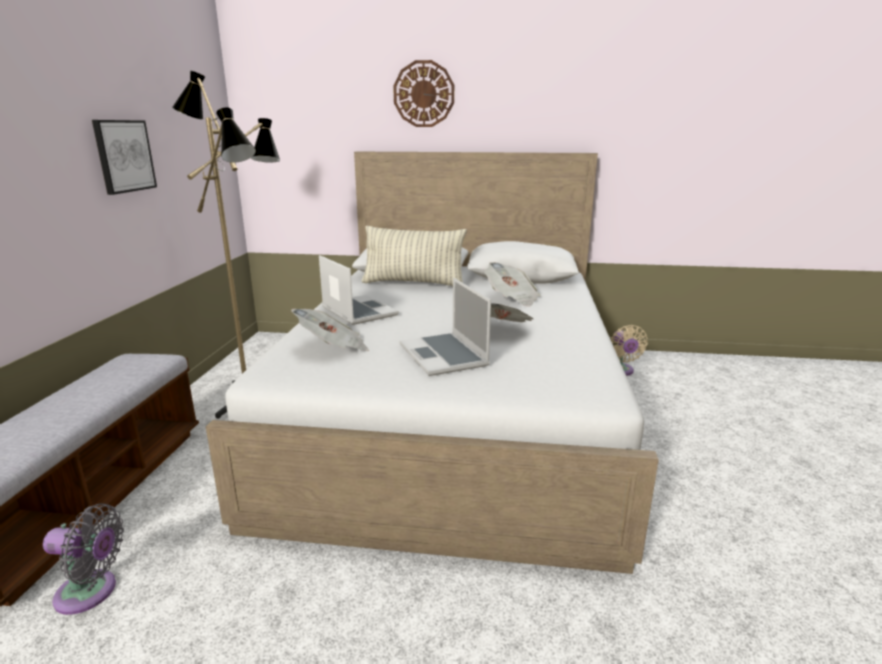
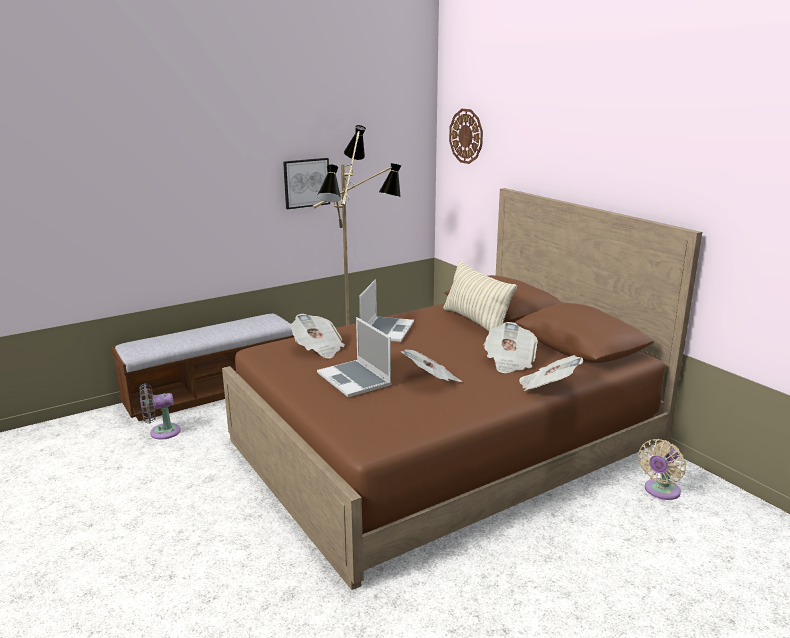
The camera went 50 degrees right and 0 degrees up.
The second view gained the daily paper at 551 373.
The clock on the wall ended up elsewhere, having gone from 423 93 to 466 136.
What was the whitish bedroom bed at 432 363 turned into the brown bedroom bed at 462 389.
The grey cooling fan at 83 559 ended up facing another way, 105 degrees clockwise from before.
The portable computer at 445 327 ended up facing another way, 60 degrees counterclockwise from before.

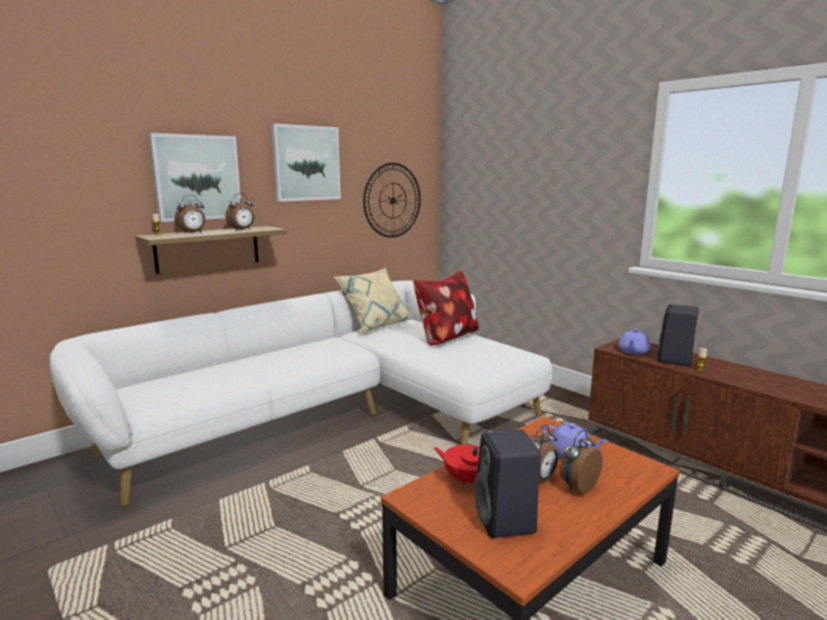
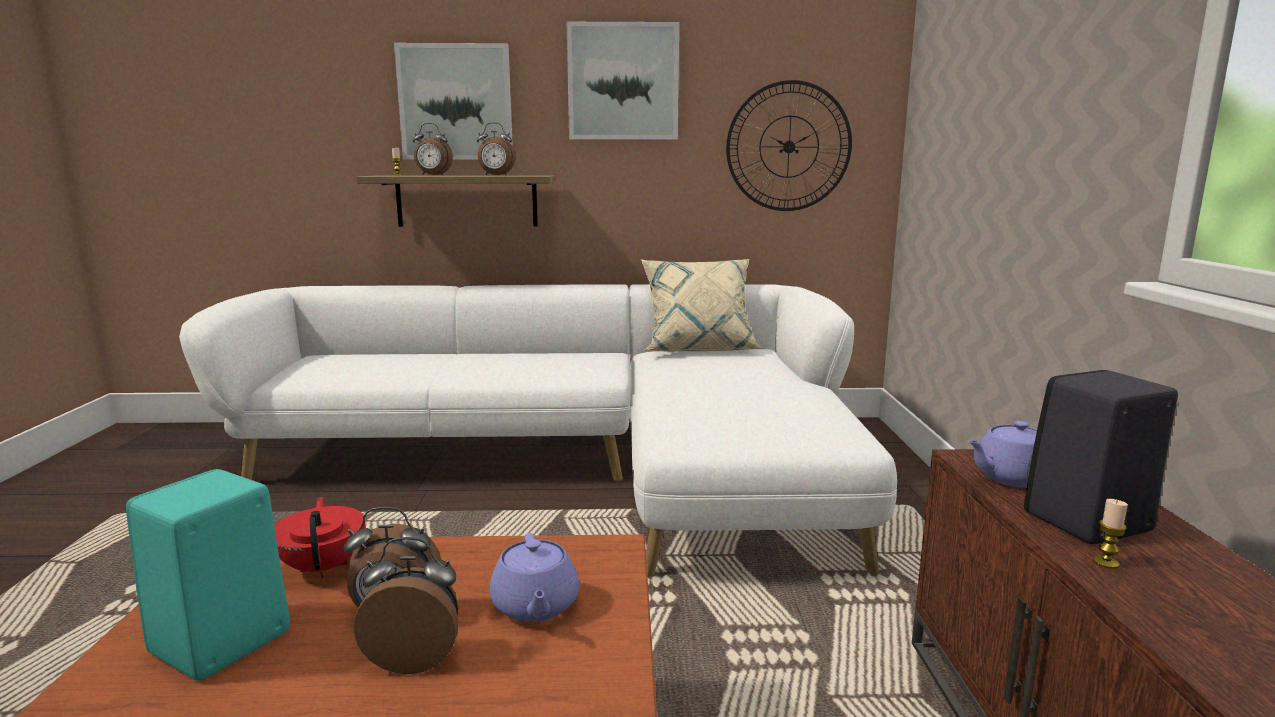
The camera went 40 degrees right and 0 degrees up.
The second view lost the throw pillow at 446 308.
What was the black audio speaker at 508 484 turned into the turquoise audio speaker at 208 575.

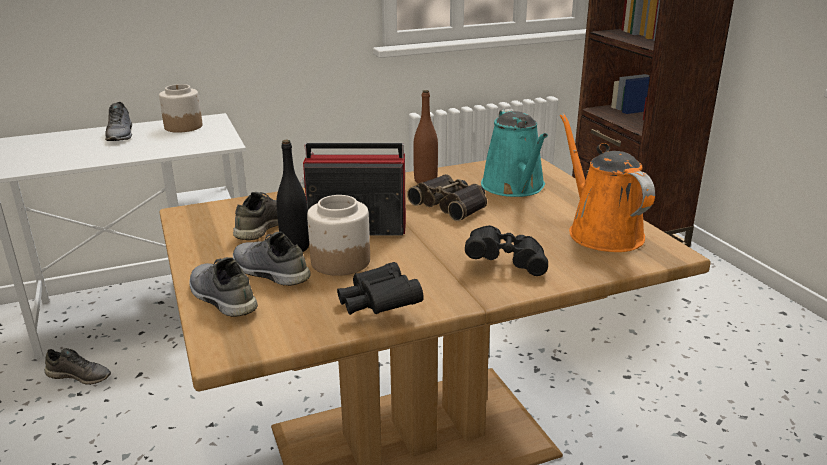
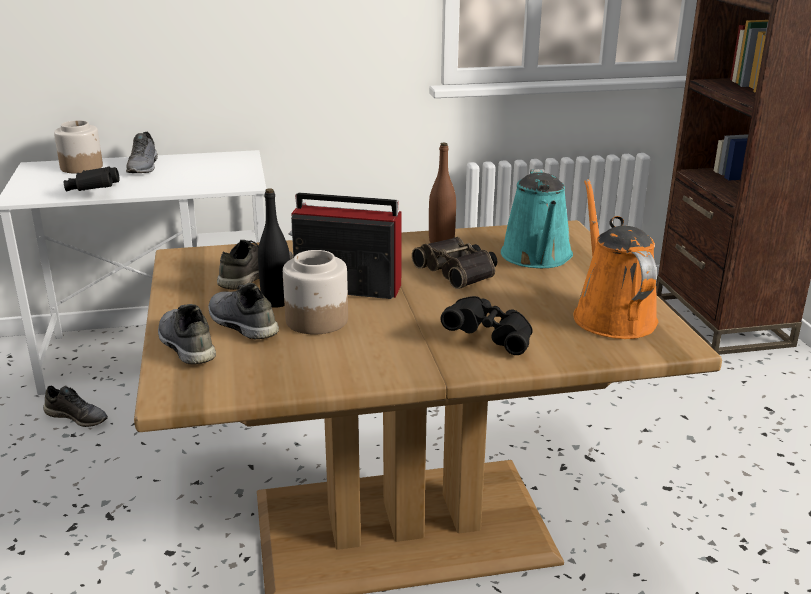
The camera went 10 degrees right and 0 degrees up.
The preserve jar ended up elsewhere, having gone from 181 108 to 78 147.
The black pair of binoculars ended up elsewhere, having gone from 380 288 to 91 179.

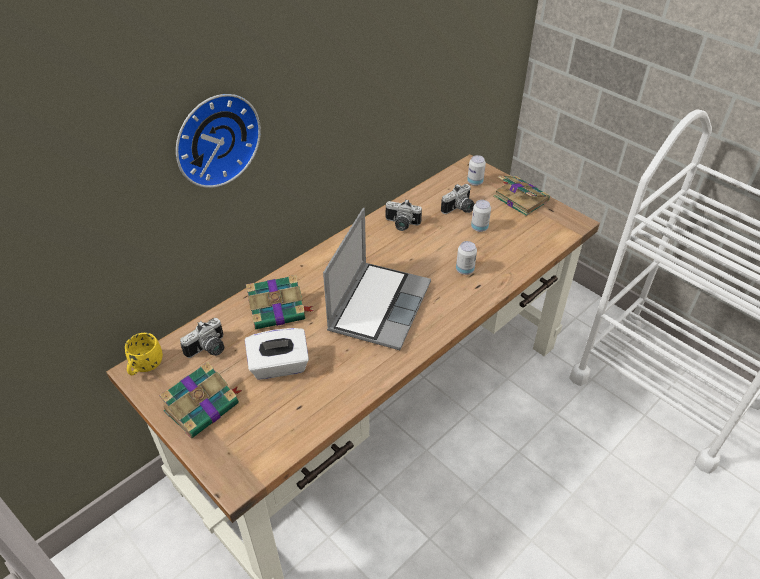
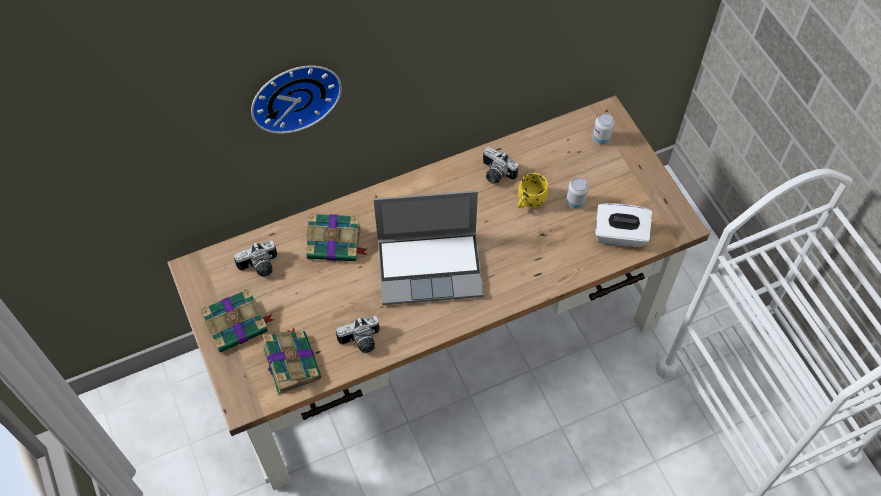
The camera went 20 degrees right and 15 degrees up.
The second view lost the metal can at 466 258.
The yellow mug ended up elsewhere, having gone from 144 354 to 533 190.
The whitish tissue box ended up elsewhere, having gone from 277 354 to 623 225.
The photo camera ended up elsewhere, having gone from 458 199 to 358 334.
The bound book ended up elsewhere, having gone from 521 196 to 292 361.
The portable computer at 377 279 ended up facing another way, 45 degrees clockwise from before.

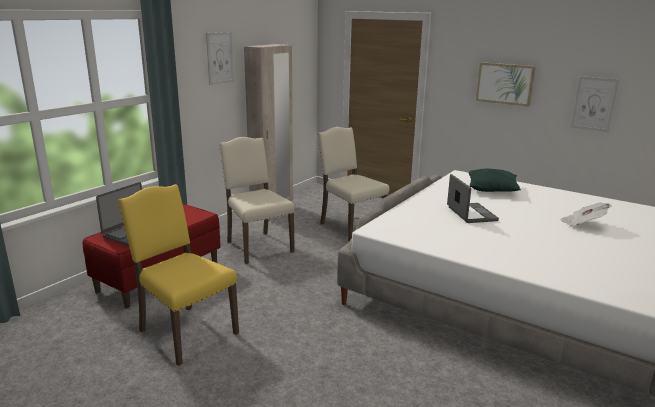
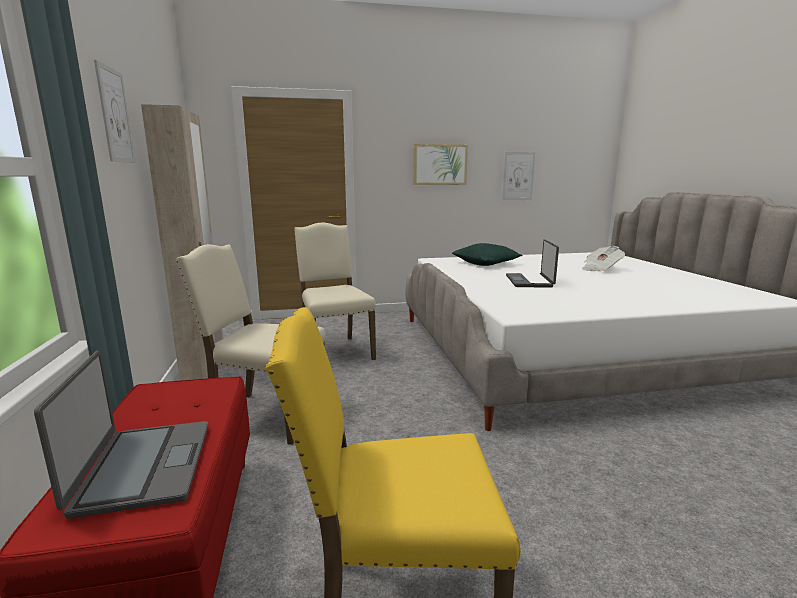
The camera went 45 degrees left and 5 degrees down.
The beige-coloured upright chair at 353 184 ended up facing another way, 60 degrees clockwise from before.
The portable computer at 473 198 ended up facing another way, 120 degrees counterclockwise from before.

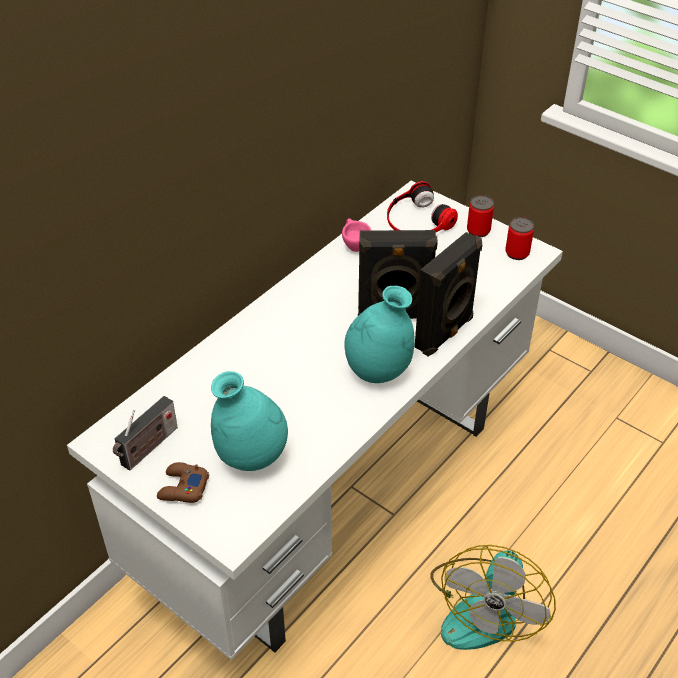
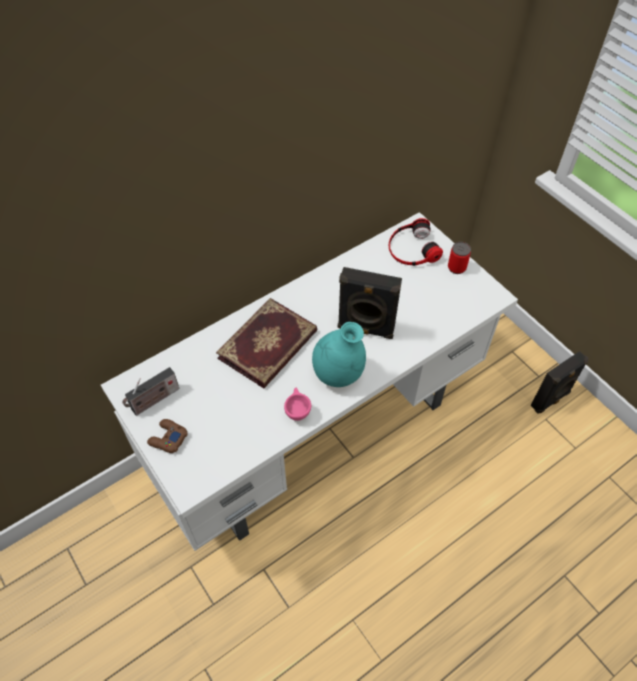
The camera went 15 degrees right and 10 degrees up.
The second view lost the turquoise flower vase at 249 421.
The second view lost the cooling fan at 493 597.
The second view lost the metal can at 519 238.
The second view gained the bound book at 267 343.
The pinkish small cup ended up elsewhere, having gone from 357 235 to 297 404.
The black audio speaker ended up elsewhere, having gone from 448 294 to 560 382.

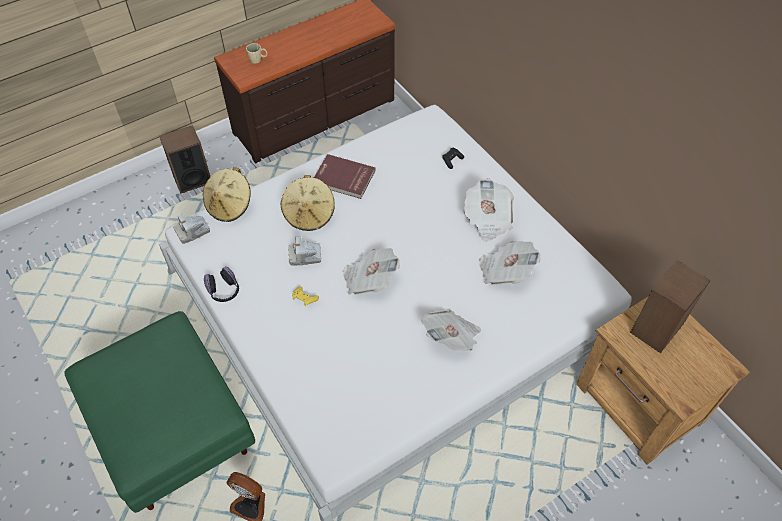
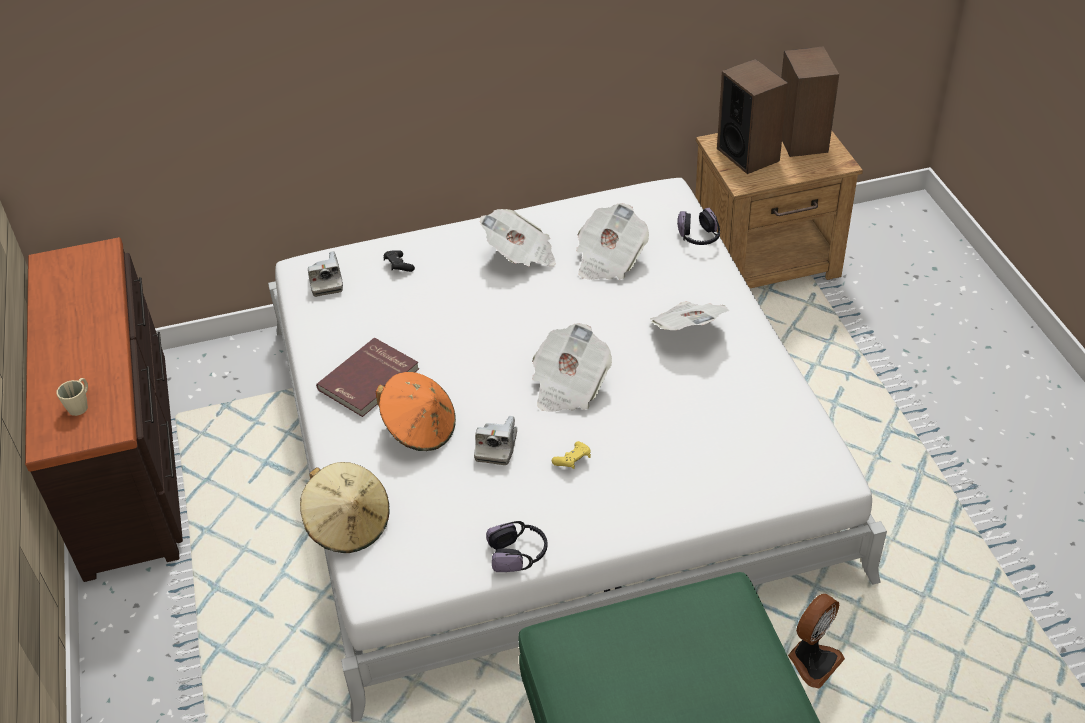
The camera went 70 degrees left and 10 degrees down.
The second view gained the headphones at 698 226.
The audio speaker ended up elsewhere, having gone from 184 159 to 810 101.
The photo camera ended up elsewhere, having gone from 191 229 to 325 274.
What was the beige-coloured clothing hat at 308 203 turned into the orangey clothing hat at 416 411.

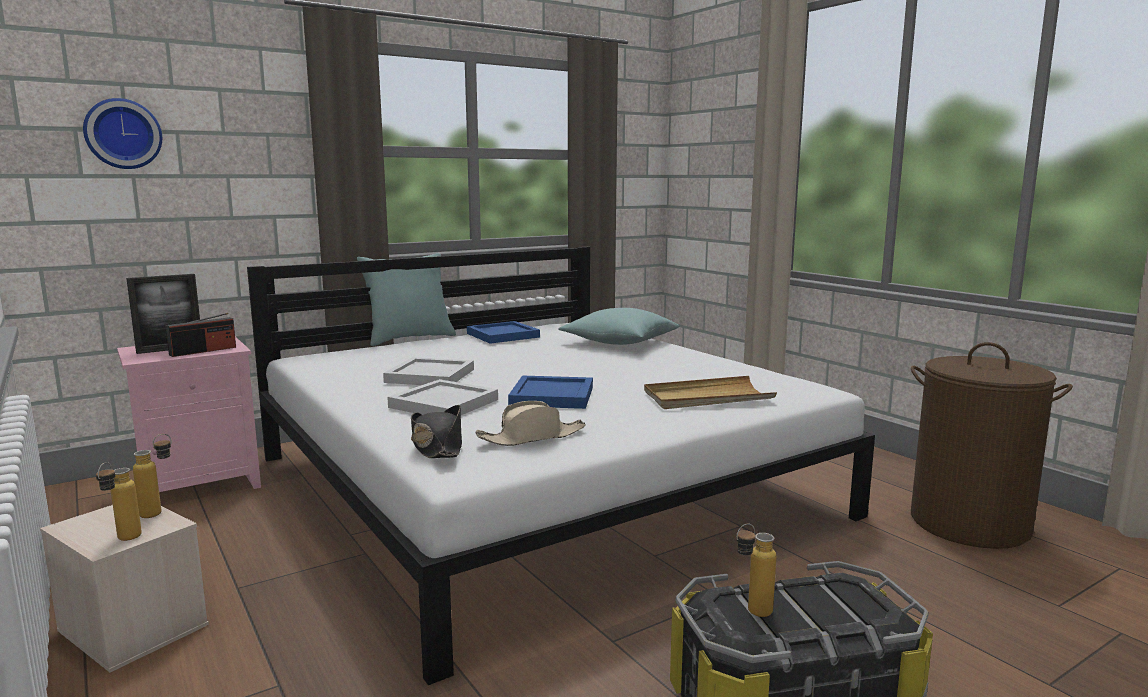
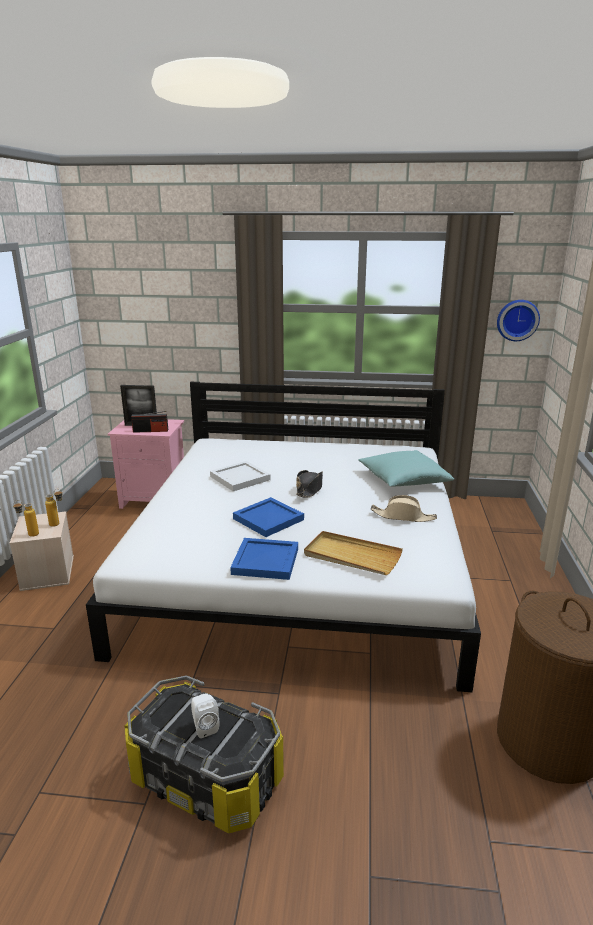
The camera went 40 degrees right and 10 degrees up.
The second view lost the turquoise throw pillow at 406 299.
The second view lost the whitish serving tray at 442 397.
The second view lost the beverage bottle at 756 570.
The second view gained the whitish audio speaker at 205 715.
The clock on the wall ended up elsewhere, having gone from 122 133 to 518 320.
The black clothing hat ended up elsewhere, having gone from 436 431 to 309 483.
The blue serving tray ended up elsewhere, having gone from 503 332 to 264 559.
The beige-coloured clothing hat ended up elsewhere, having gone from 531 423 to 404 508.

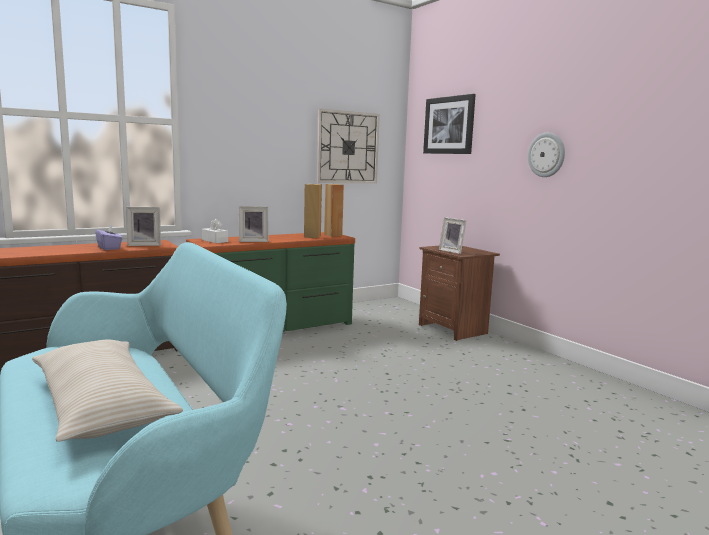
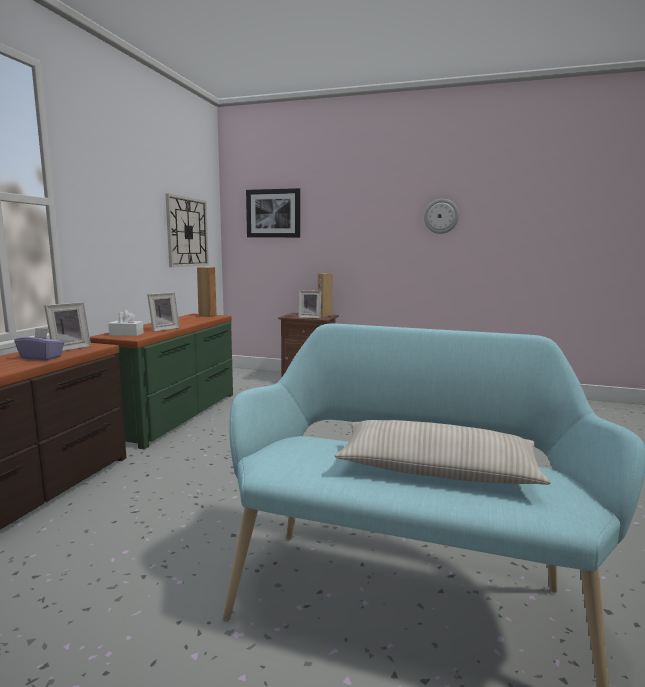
The camera went 40 degrees left and 0 degrees up.
The brown audio speaker ended up elsewhere, having gone from 313 211 to 325 295.
The clock on the wall ended up elsewhere, having gone from 546 154 to 441 216.

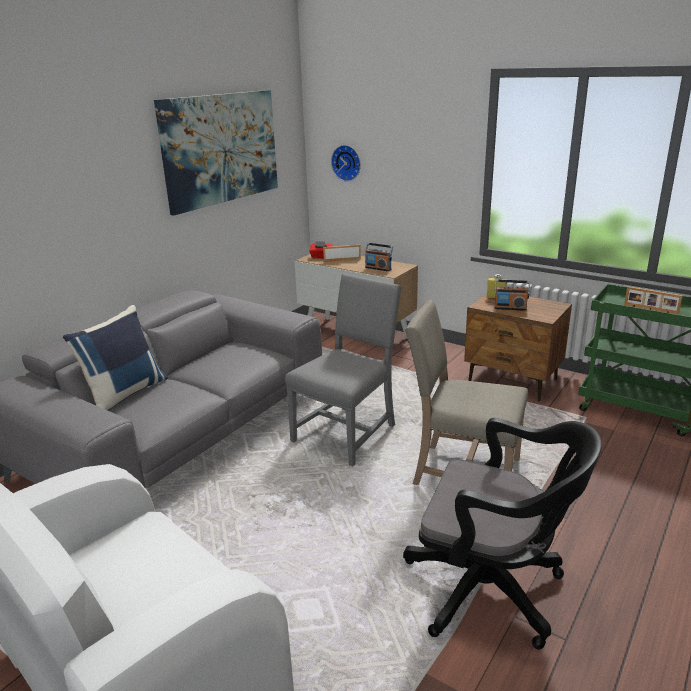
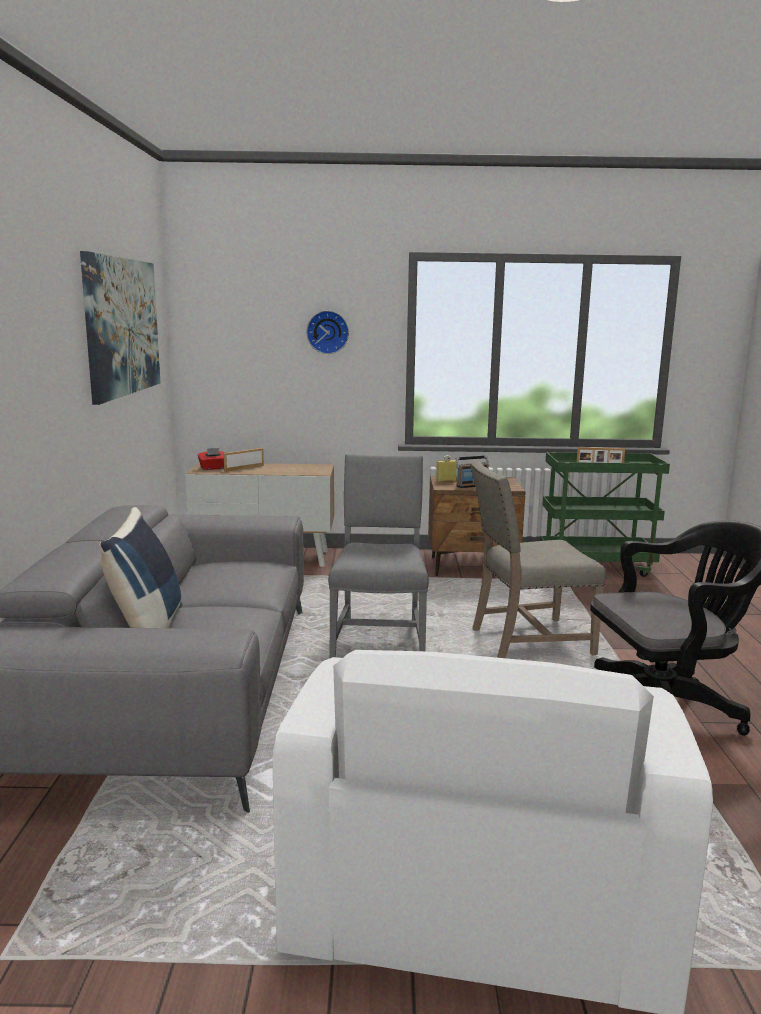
The camera went 35 degrees left and 10 degrees down.
The second view lost the radio receiver at 379 257.
The clock on the wall ended up elsewhere, having gone from 346 163 to 327 332.

